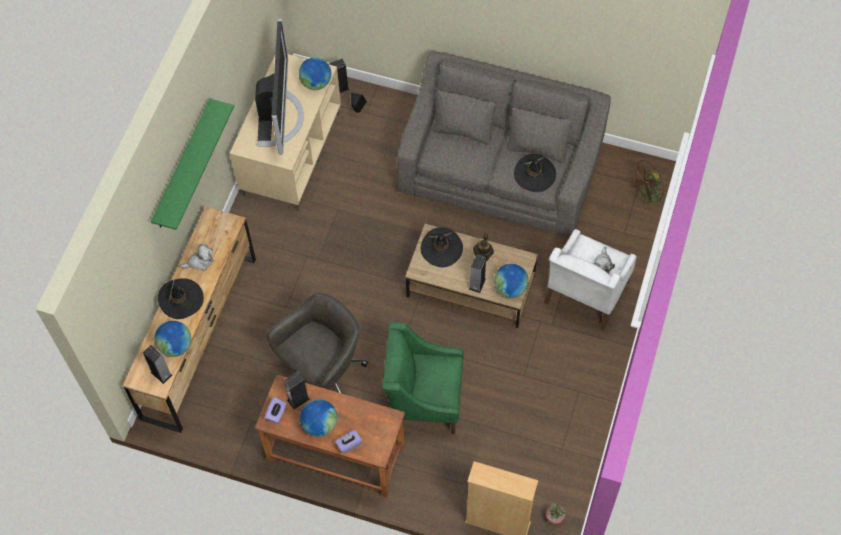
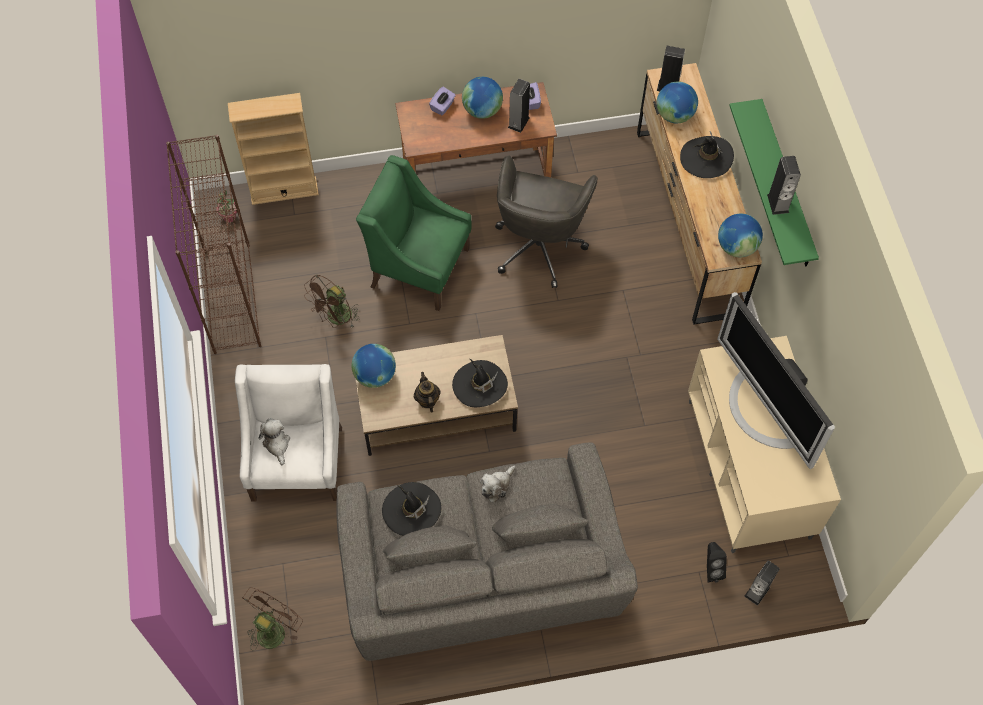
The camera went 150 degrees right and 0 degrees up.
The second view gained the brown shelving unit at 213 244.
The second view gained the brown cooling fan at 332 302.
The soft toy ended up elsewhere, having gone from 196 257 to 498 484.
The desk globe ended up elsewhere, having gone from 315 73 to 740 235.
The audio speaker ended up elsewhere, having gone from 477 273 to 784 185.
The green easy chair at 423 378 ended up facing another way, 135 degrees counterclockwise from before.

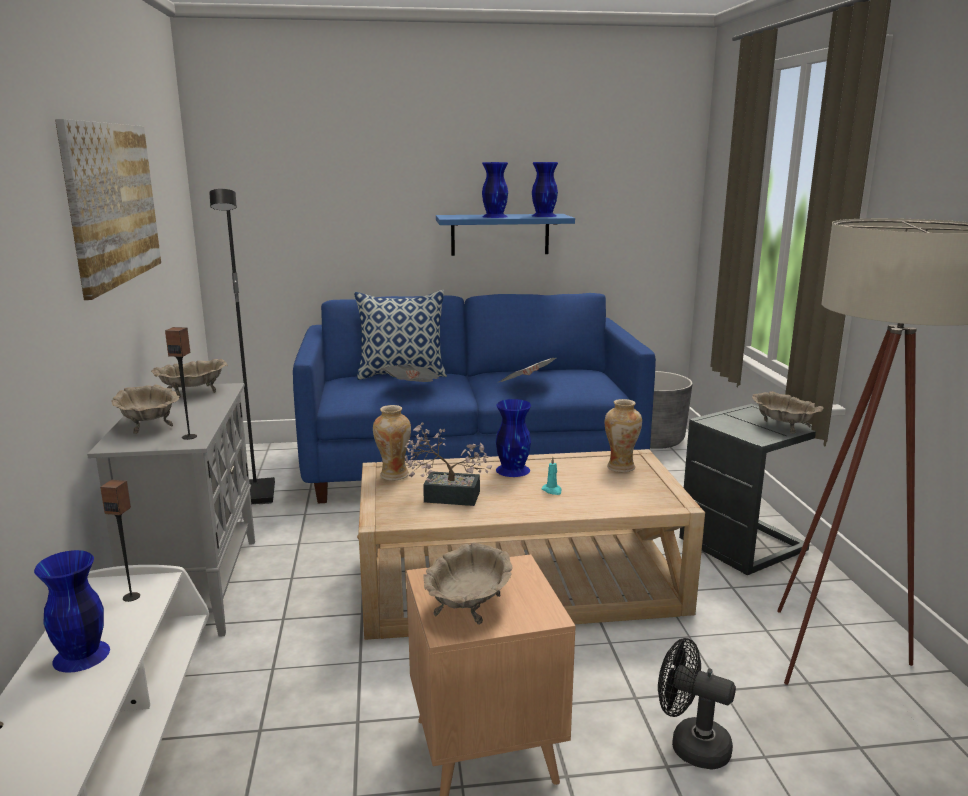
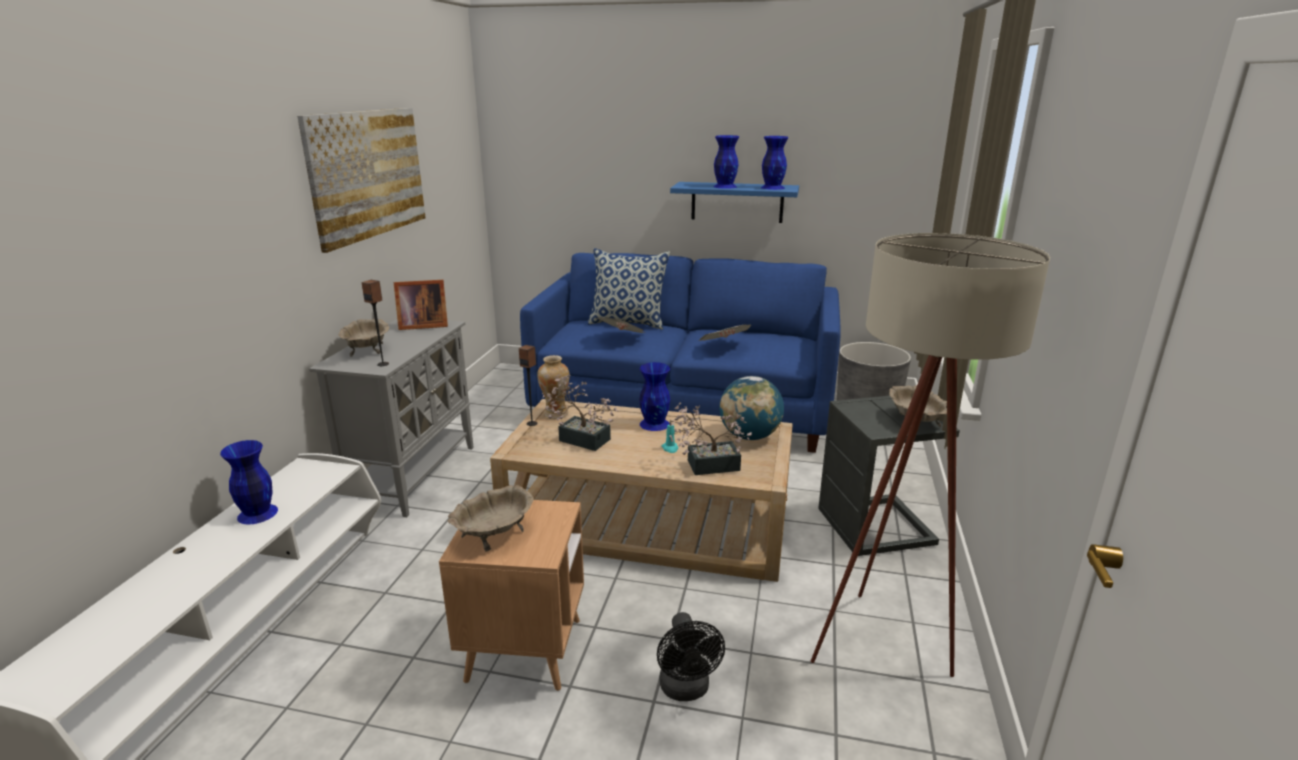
The camera went 20 degrees right and 5 degrees up.
The second view lost the black floor lamp at 242 346.
The second view gained the plant in a pot at 710 438.
The audio speaker ended up elsewhere, having gone from 120 541 to 528 385.
Where the beige-coloured deep dish stood at 189 378, the photo frame came to stand at 421 305.
Where the flower vase stood at 623 435, the desk globe came to stand at 751 408.
The black cooling fan at 697 704 ended up facing another way, 150 degrees counterclockwise from before.

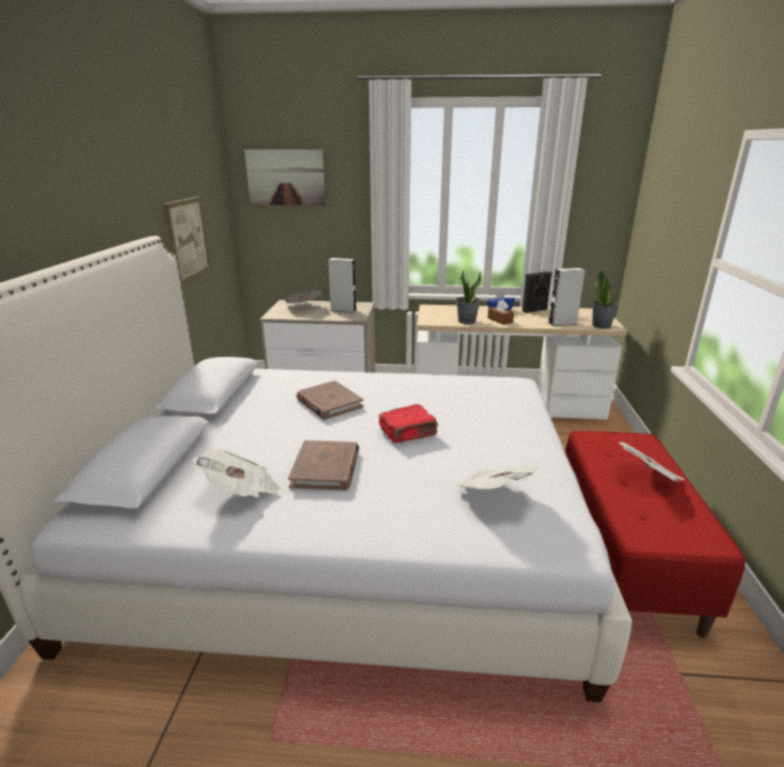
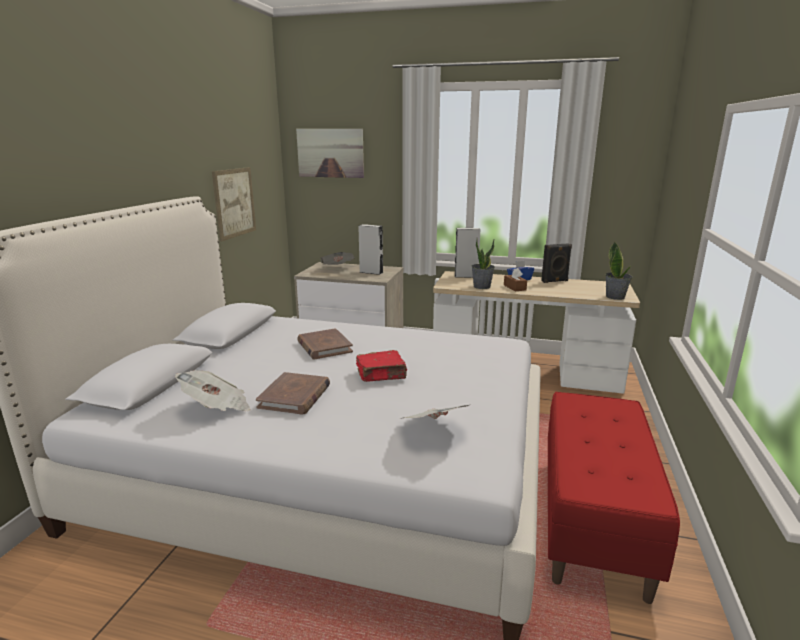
The camera went 10 degrees right and 5 degrees down.
The second view lost the daily paper at 651 462.
The grey audio speaker ended up elsewhere, having gone from 567 297 to 468 253.

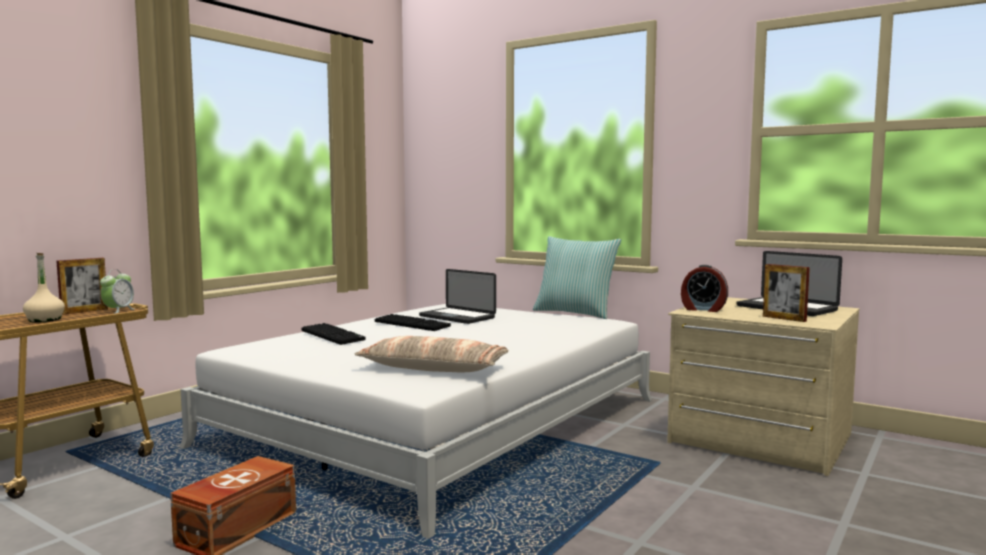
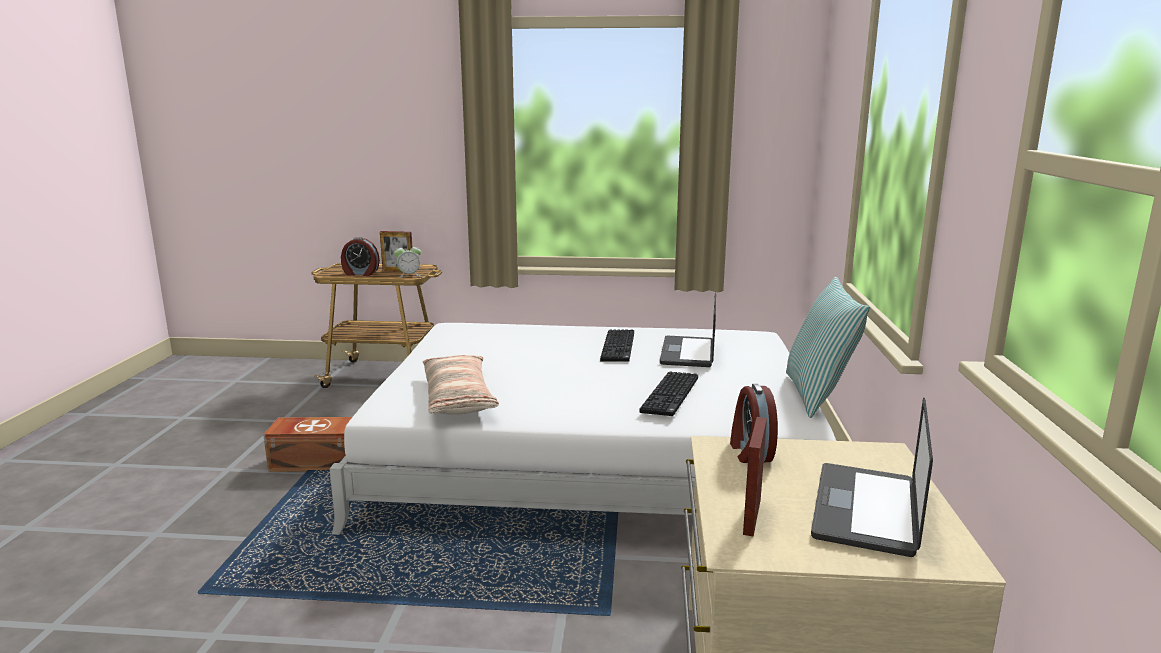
The camera went 60 degrees right and 10 degrees up.
The PC keyboard ended up elsewhere, having gone from 333 334 to 668 393.
Where the beige-coloured beverage bottle stood at 44 287, the bedside clock came to stand at 360 256.

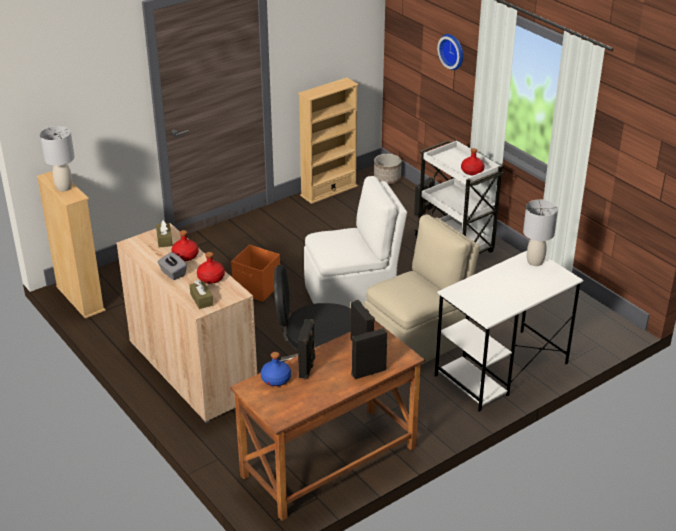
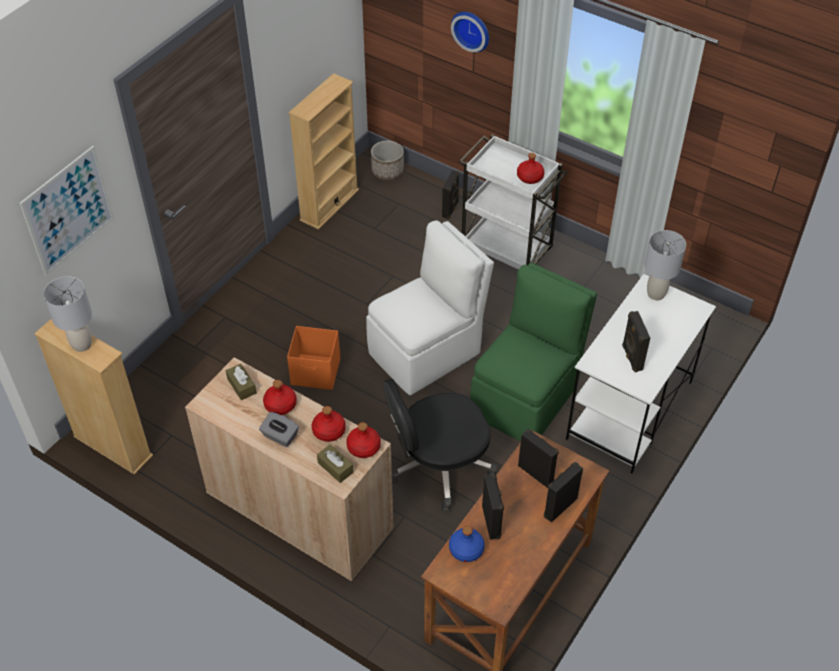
The camera went 20 degrees left and 15 degrees up.
The second view gained the wall picture at 67 210.
The second view gained the red-coloured beverage bottle at 363 440.
The second view gained the black audio speaker at 636 341.
What was the beige-coloured upright chair at 422 289 turned into the green upright chair at 533 352.

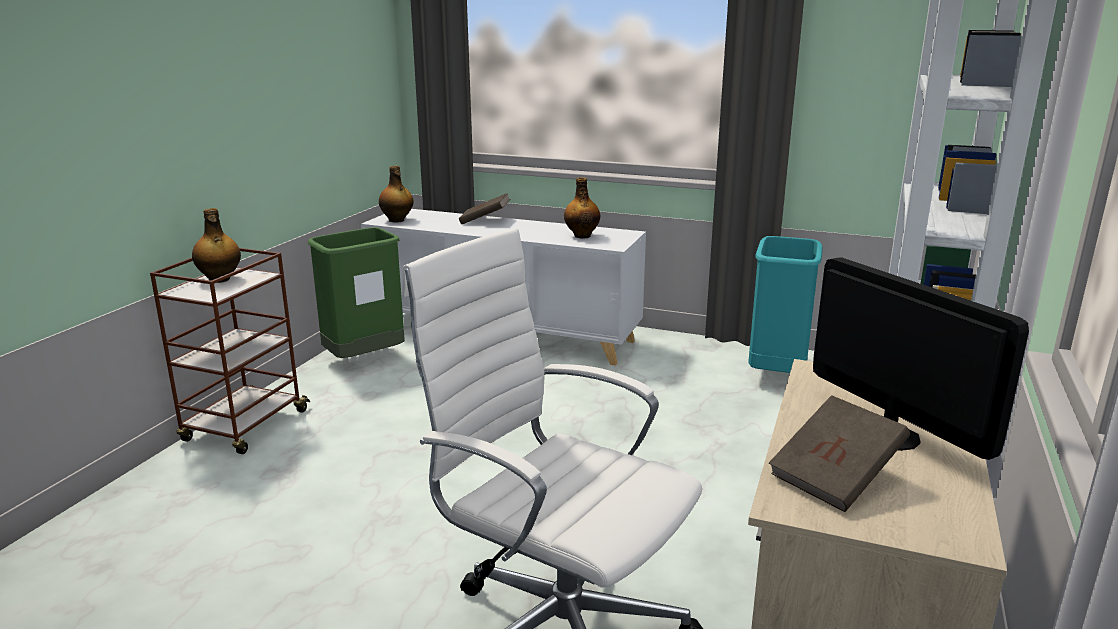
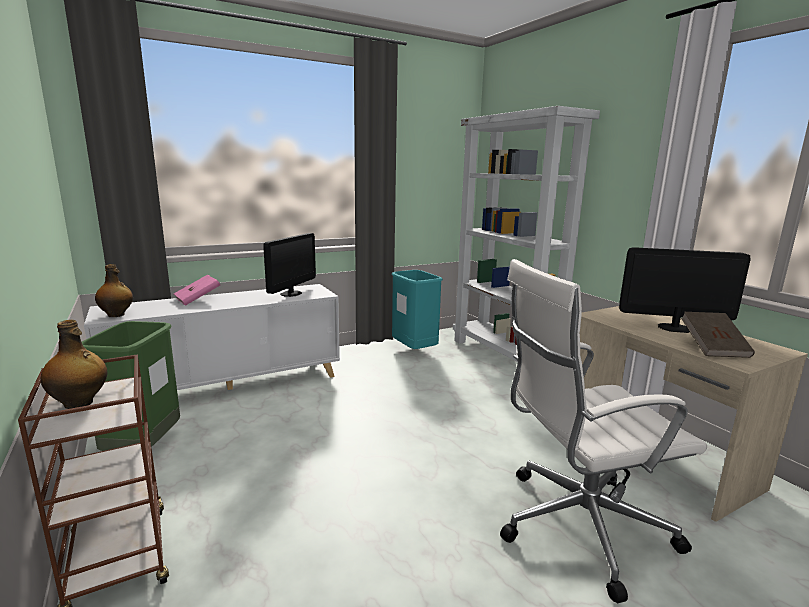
The camera went 50 degrees left and 5 degrees down.
Where the beverage bottle stood at 582 208, the computer screen came to stand at 289 265.
What was the brown bound book at 484 208 turned into the pinkish bound book at 197 290.

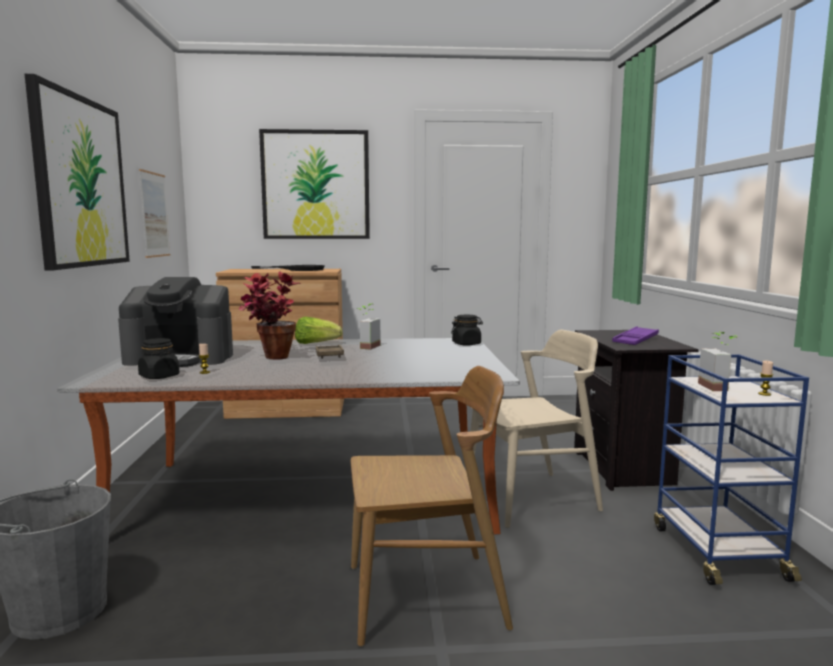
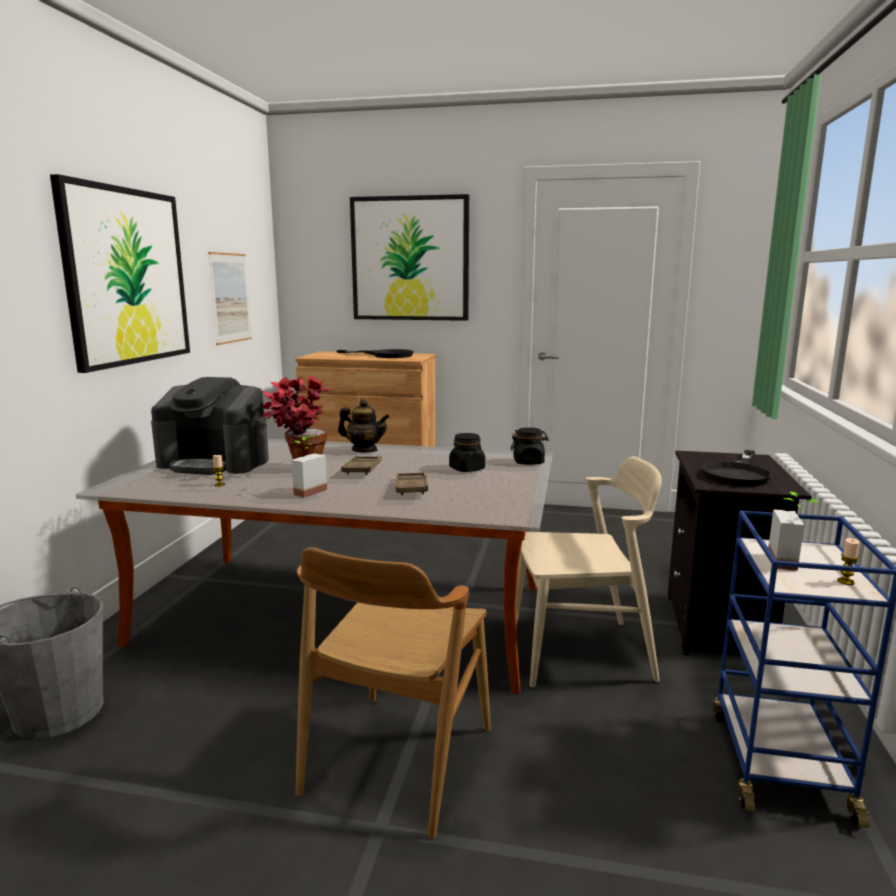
The camera went 15 degrees right and 5 degrees up.
The second view gained the brown serving tray at 412 483.
The black preserve jar ended up elsewhere, having gone from 158 358 to 467 452.
The plant in a pot ended up elsewhere, having gone from 369 326 to 309 466.
Where the lettuce head stood at 318 330, the pot for tea came to stand at 364 425.
Where the purplish serving tray stood at 635 335, the black frying pan came to stand at 737 468.
The brown upright chair at 432 506 ended up facing another way, 105 degrees clockwise from before.

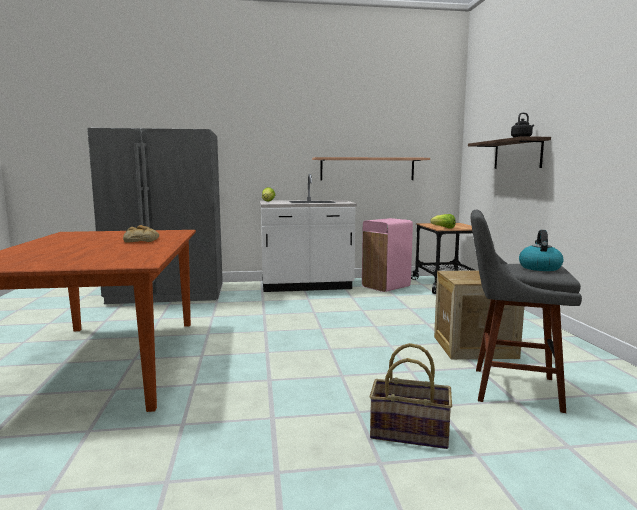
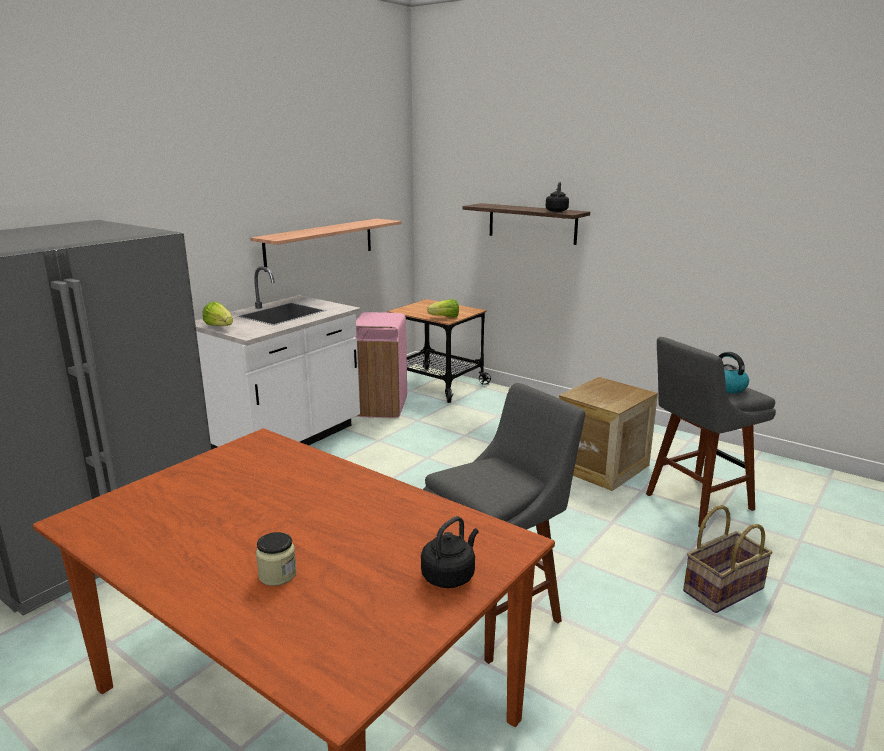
The camera went 45 degrees left and 10 degrees up.
The second view lost the bread at 141 234.
The second view gained the preserve jar at 276 559.
The second view gained the black kettle at 449 552.
The second view gained the grey stool at 504 523.

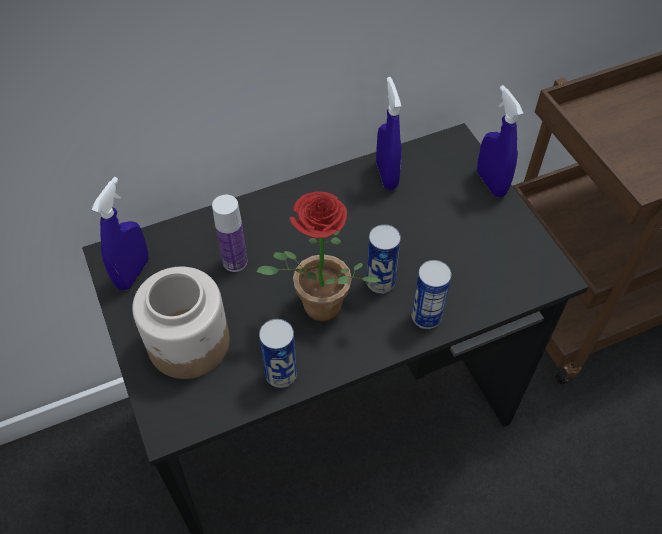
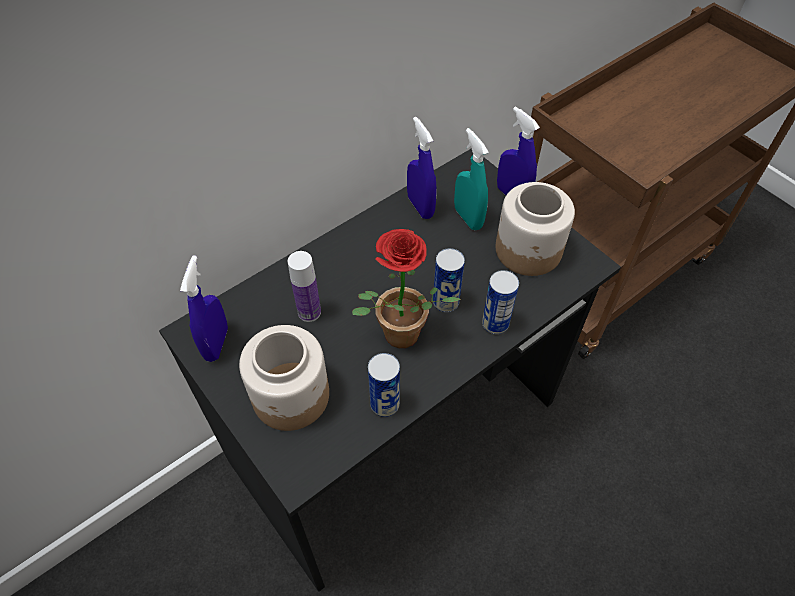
The camera went 15 degrees left and 0 degrees up.
The second view gained the turquoise sprayer at 471 179.
The second view gained the preserve jar at 535 229.

